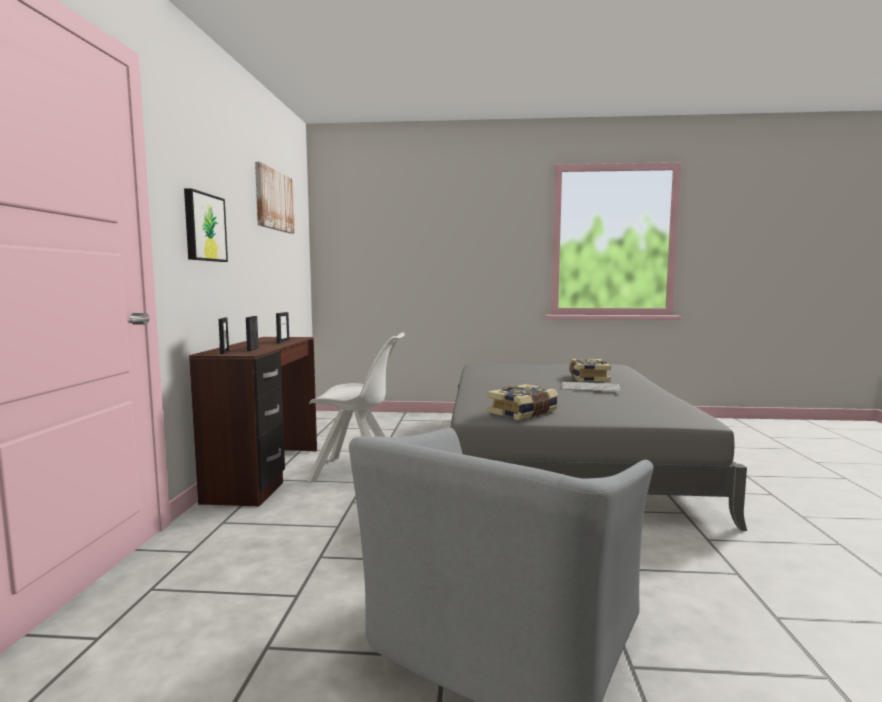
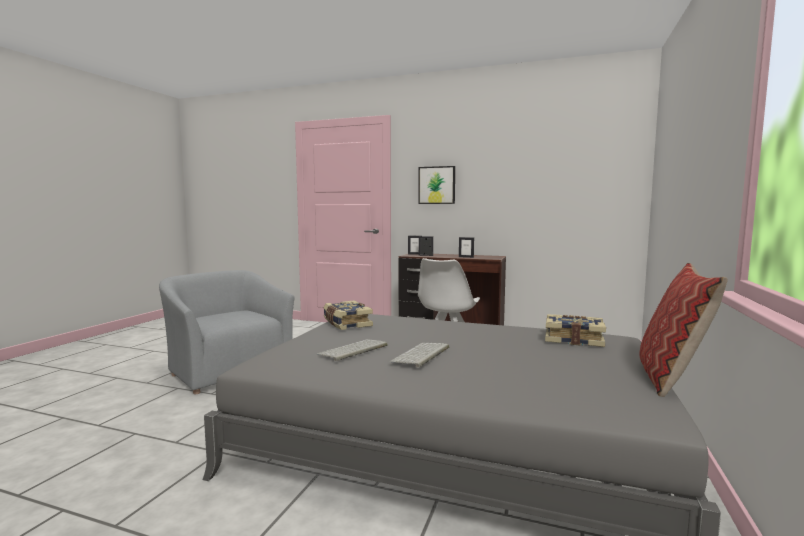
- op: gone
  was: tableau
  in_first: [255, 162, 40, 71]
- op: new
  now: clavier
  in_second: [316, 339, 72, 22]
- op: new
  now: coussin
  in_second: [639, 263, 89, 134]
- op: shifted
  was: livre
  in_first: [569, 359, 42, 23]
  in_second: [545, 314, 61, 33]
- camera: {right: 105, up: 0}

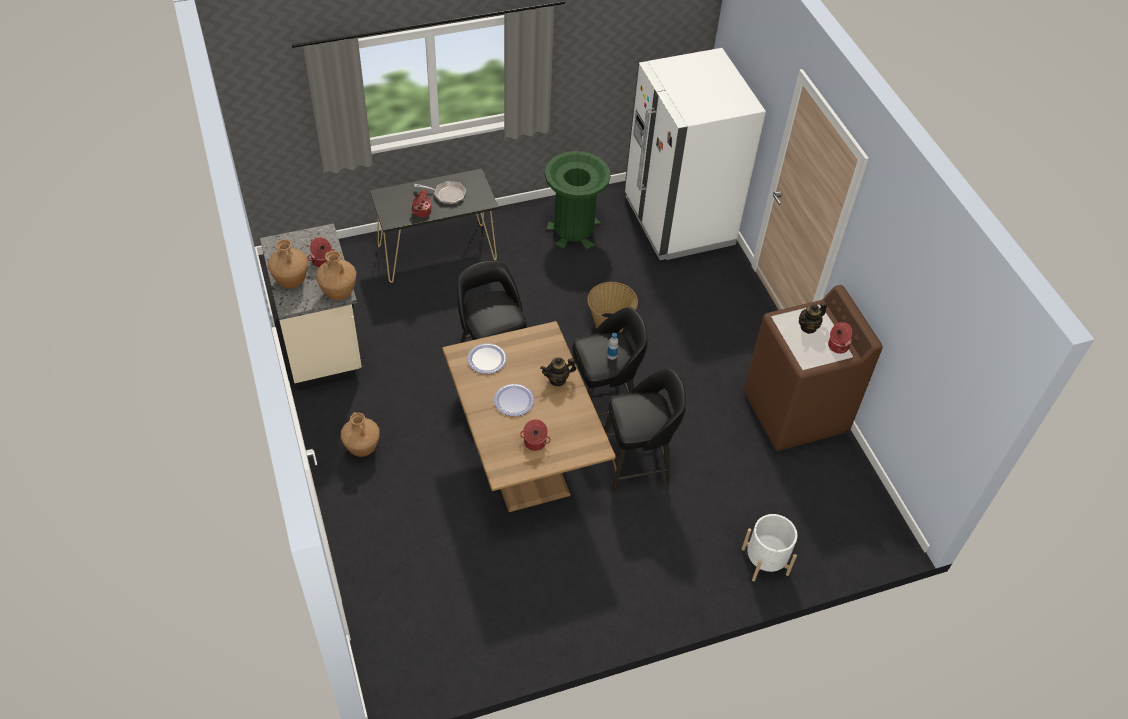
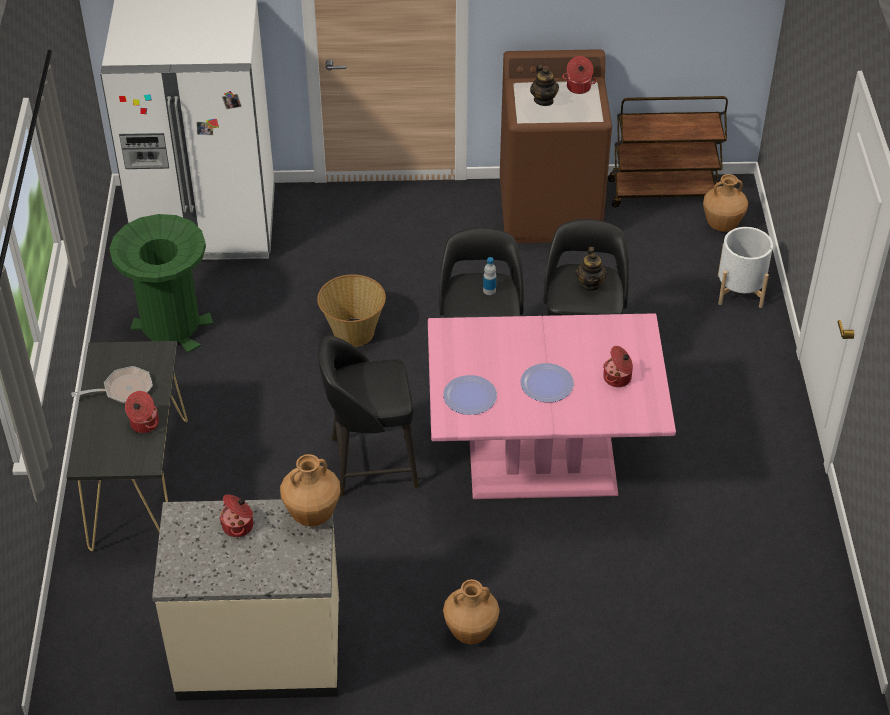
- op: new
  now: chariot/marron
  in_second: [608, 96, 120, 111]
- op: shifted
  was: vase/marron
  in_first: [268, 239, 40, 49]
  in_second: [703, 174, 45, 58]
- op: shifted
  was: théière
  in_first: [540, 357, 36, 29]
  in_second: [575, 247, 32, 45]
- op: repainted
  was: table à manger/marron
  now: table à manger/rose
  in_first: [442, 321, 174, 191]
  in_second: [428, 313, 248, 186]
- op: rotated
  was: poêle
  in_first: [414, 181, 52, 23]
  in_second: [71, 366, 82, 38]
  clockwise: 45
- camera: {right: -70, up: -5}

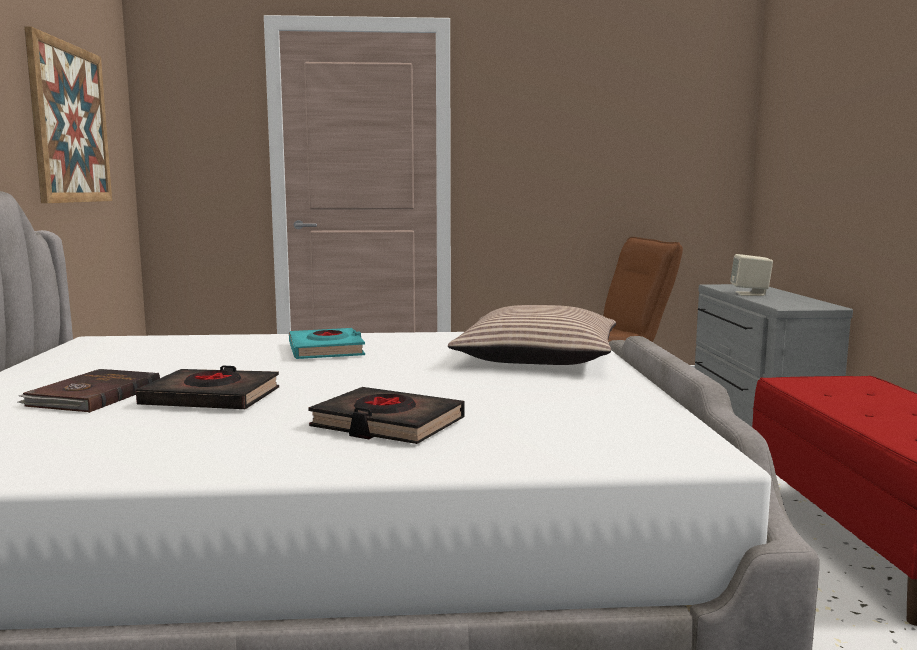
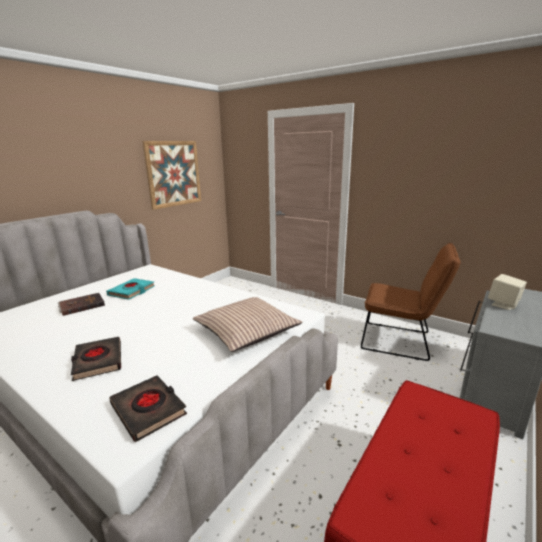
- op: shifted
  was: livre/noir
  in_first: [136, 366, 143, 43]
  in_second: [109, 376, 78, 66]
- op: shifted
  was: livre/turquoise
  in_first: [289, 328, 76, 31]
  in_second: [106, 278, 48, 22]
- camera: {right: 40, up: 10}

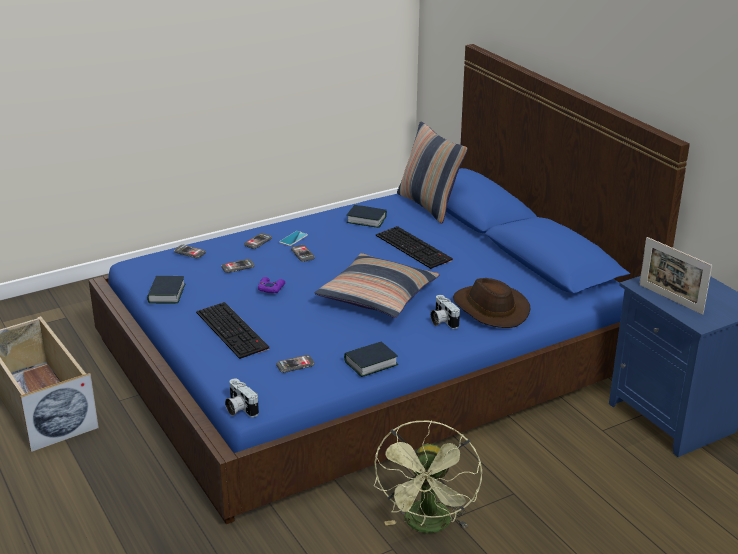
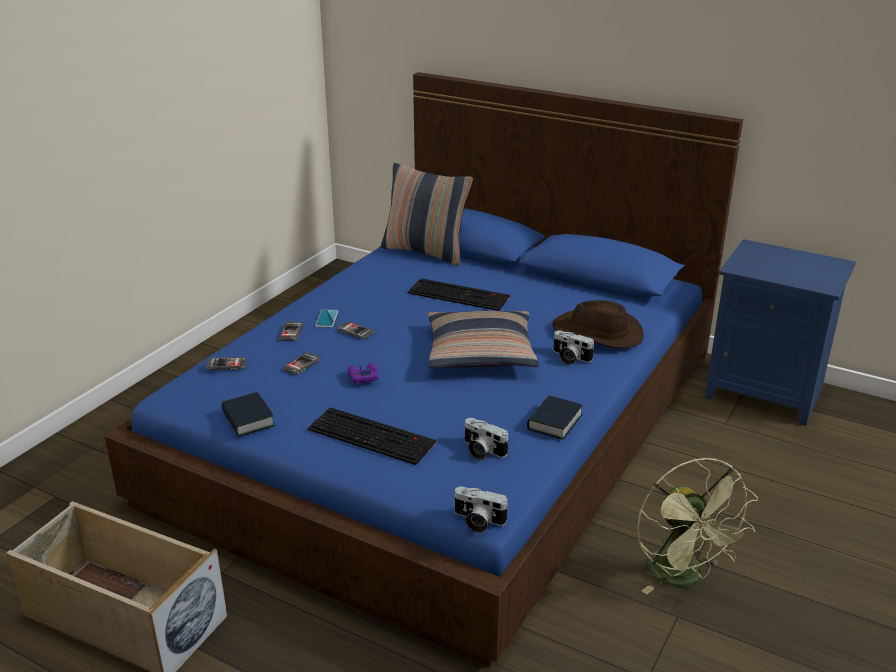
- op: gone
  was: livre
  in_first: [346, 205, 41, 23]
- op: gone
  was: cadre photo
  in_first: [639, 237, 73, 78]
- op: swapped
  was: téléphone
  now: appareil photo
  in_first: [276, 355, 39, 18]
  in_second: [465, 418, 44, 42]
- camera: {right: -30, up: 0}

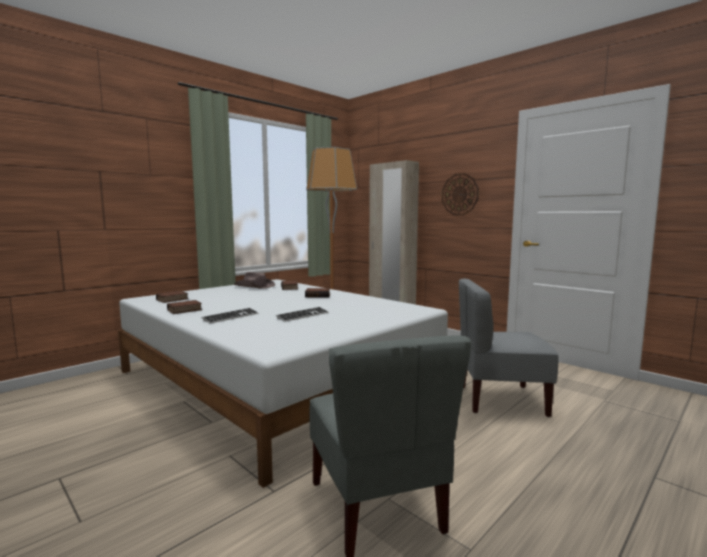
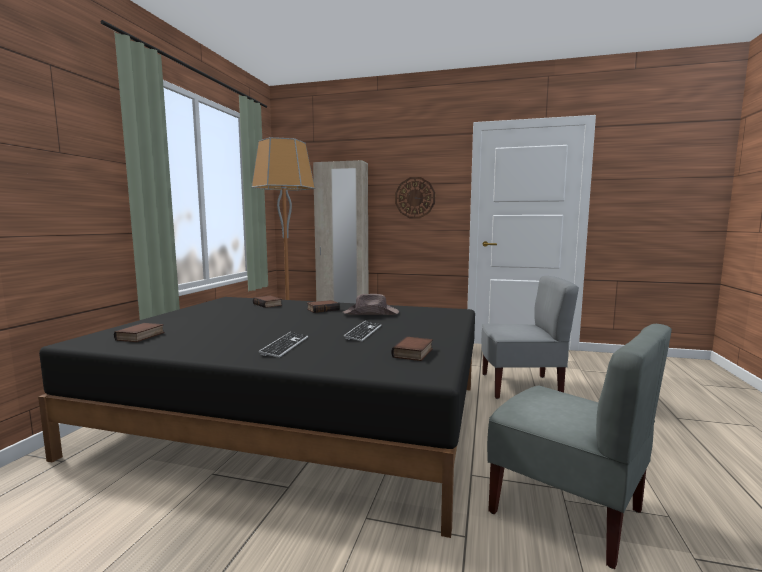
- op: shifted
  was: livre
  in_first: [167, 300, 35, 14]
  in_second: [391, 337, 42, 24]
- op: shifted
  was: chapeau/marron
  in_first: [233, 272, 42, 17]
  in_second: [343, 294, 56, 21]
- op: repainted
  was: lit/blanc
  now: lit/noir
  in_first: [118, 279, 330, 209]
  in_second: [38, 297, 437, 241]
- op: rotated
  was: chaise/gris
  in_first: [459, 279, 100, 138]
  in_second: [481, 276, 98, 123]
  clockwise: -150
- camera: {right: -30, up: 0}

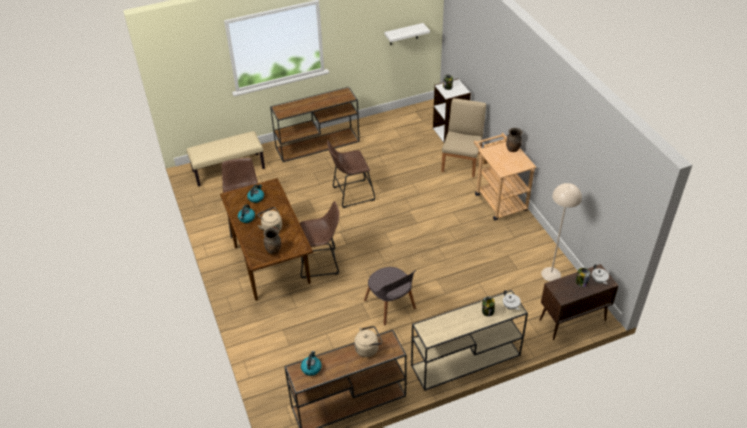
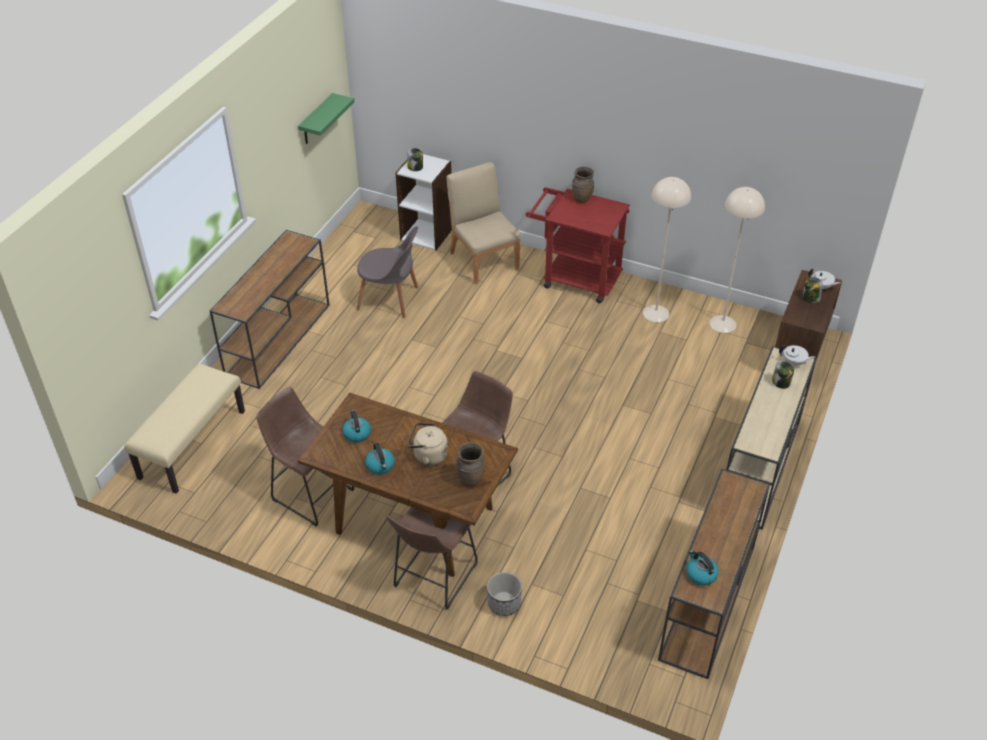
- op: gone
  was: bouilloire/beige
  in_first: [354, 326, 28, 31]
- op: new
  now: cache-pot
  in_second: [487, 572, 35, 44]
- op: new
  now: lampadaire/beige
  in_second: [643, 177, 48, 145]
- op: shifted
  was: tabouret/marron
  in_first: [327, 140, 48, 68]
  in_second: [387, 507, 91, 103]
- op: shifted
  was: chaise/gris
  in_first: [364, 267, 52, 58]
  in_second: [356, 226, 62, 92]
- op: repainted
  was: étagère/blanc
  now: étagère/vert
  in_first: [384, 23, 46, 22]
  in_second: [298, 93, 56, 51]
- op: repainted
  was: chariot/beige
  now: chariot/rouge
  in_first: [474, 133, 63, 87]
  in_second: [526, 187, 104, 116]
- camera: {right: -45, up: 0}

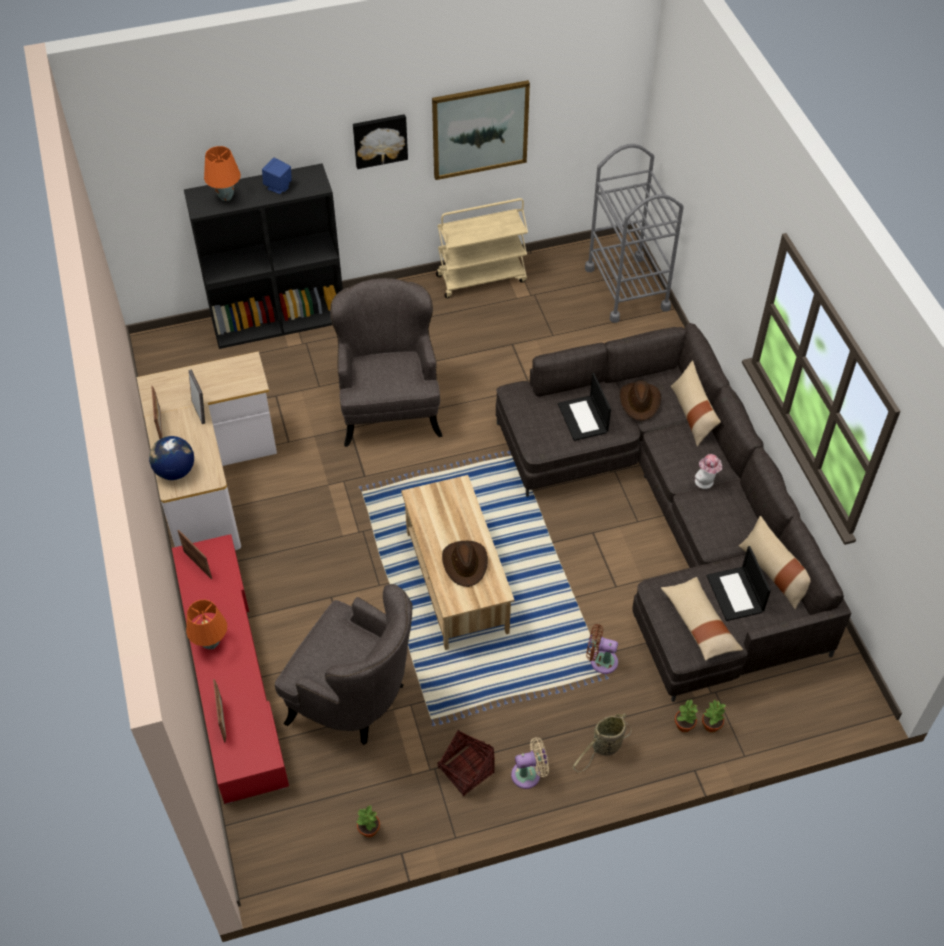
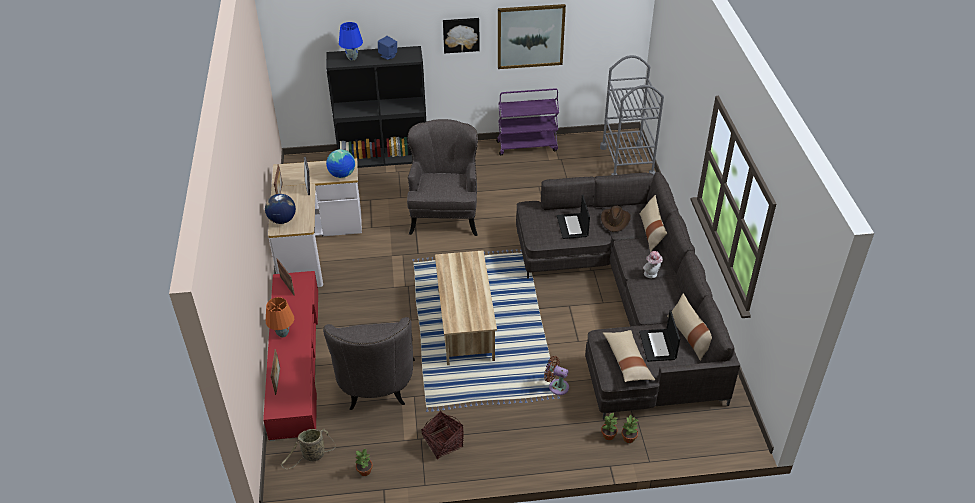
- op: gone
  was: chapeau/marron
  in_first: [442, 541, 46, 46]
- op: gone
  was: ventilateur/beige
  in_first: [511, 737, 38, 52]
- op: new
  now: globe
  in_second: [326, 149, 29, 29]
- op: shifted
  was: panier
  in_first: [572, 713, 60, 59]
  in_second: [281, 429, 55, 40]
- op: repainted
  was: lampe de table/orange
  now: lampe de table/bleu
  in_first: [204, 146, 37, 55]
  in_second: [339, 22, 24, 39]
- op: repainted
  was: chariot/beige
  now: chariot/violet
  in_first: [436, 198, 92, 100]
  in_second: [496, 88, 63, 67]
- op: rotated
  was: fauteuil/gris
  in_first: [275, 584, 137, 161]
  in_second: [323, 317, 92, 93]
  clockwise: 45
- camera: {right: 10, up: -10}

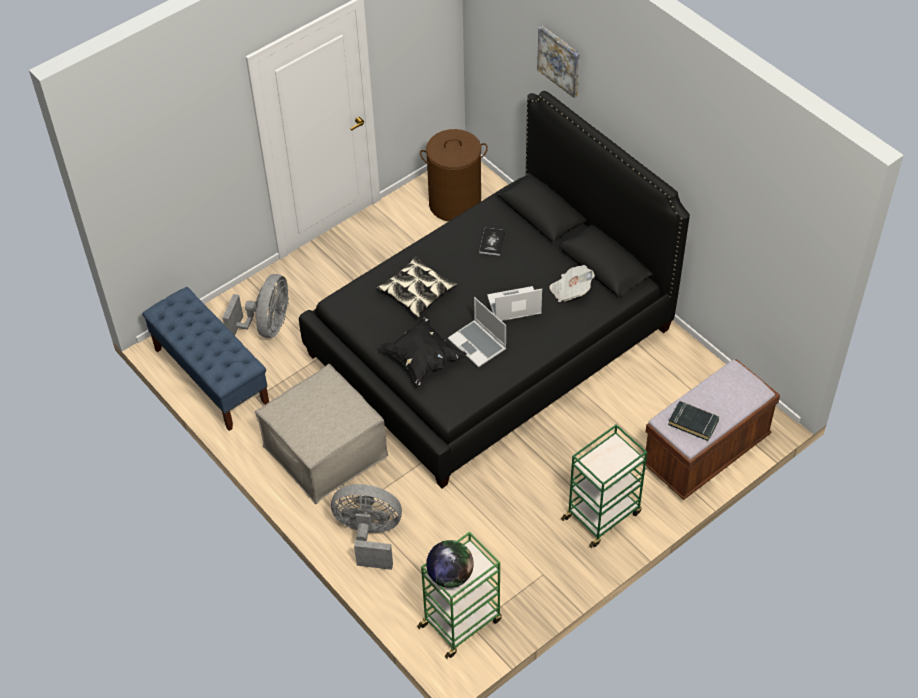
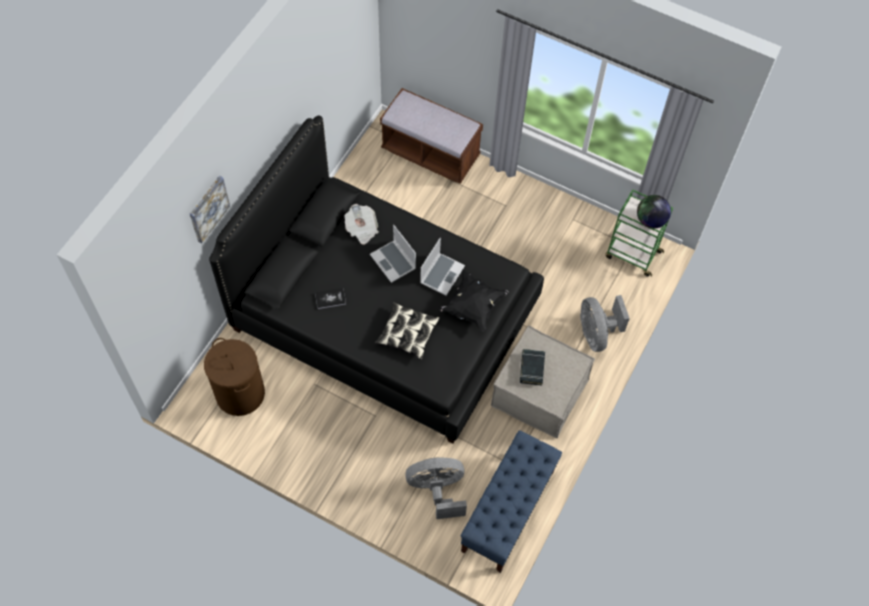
- op: gone
  was: chariot/vert
  in_first: [561, 424, 86, 124]
- op: shifted
  was: livre/noir
  in_first: [668, 401, 51, 40]
  in_second: [520, 349, 25, 37]
- camera: {right: -115, up: 10}

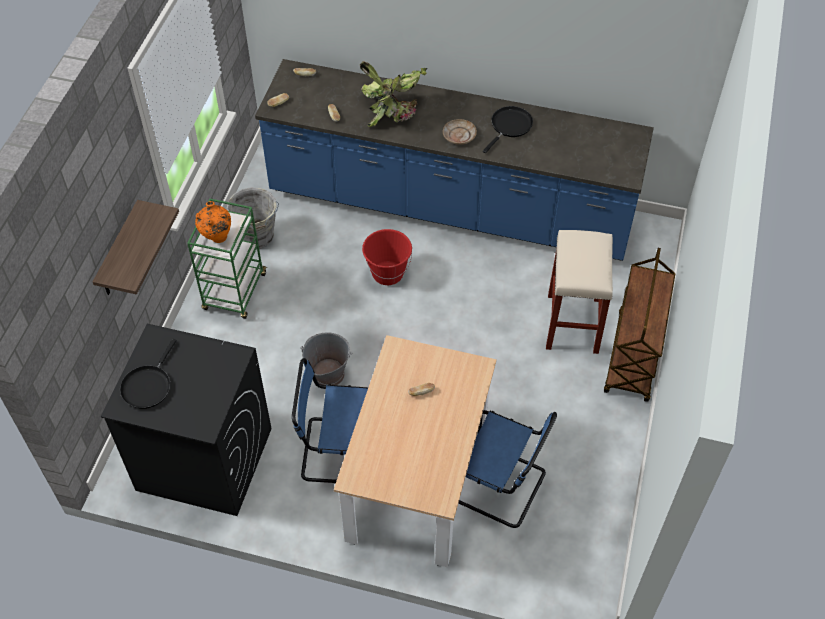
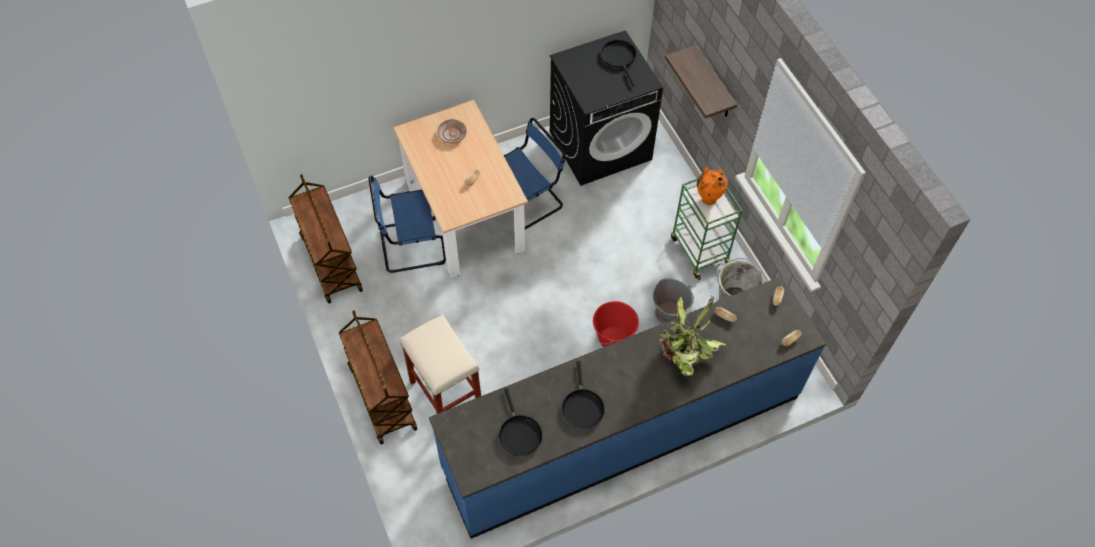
- op: new
  now: chariot/marron
  in_second: [289, 174, 74, 130]
- op: new
  now: poêle/noir
  in_second: [499, 388, 44, 68]
- op: shifted
  was: seau/gris
  in_first: [300, 333, 52, 52]
  in_second: [653, 278, 41, 46]
- op: shifted
  was: assiette/beige
  in_first: [443, 119, 34, 26]
  in_second: [437, 119, 30, 25]
- camera: {right: 140, up: 5}

